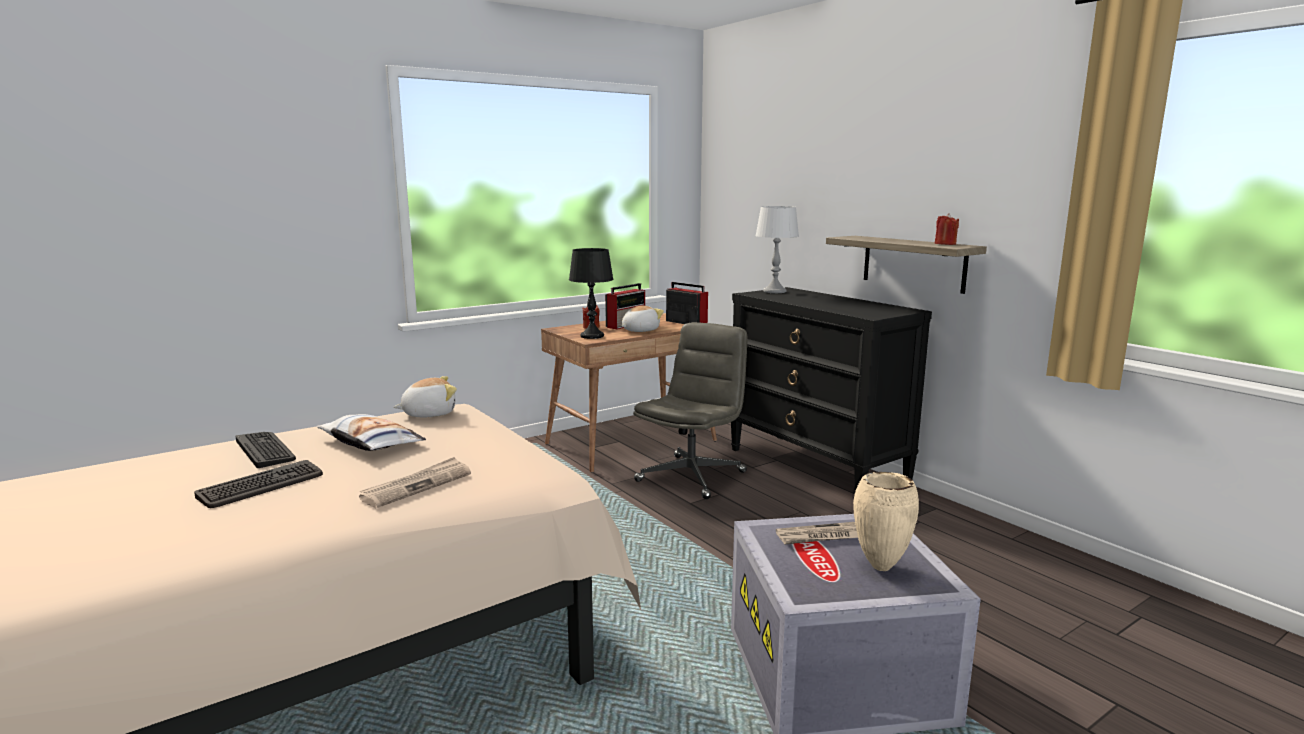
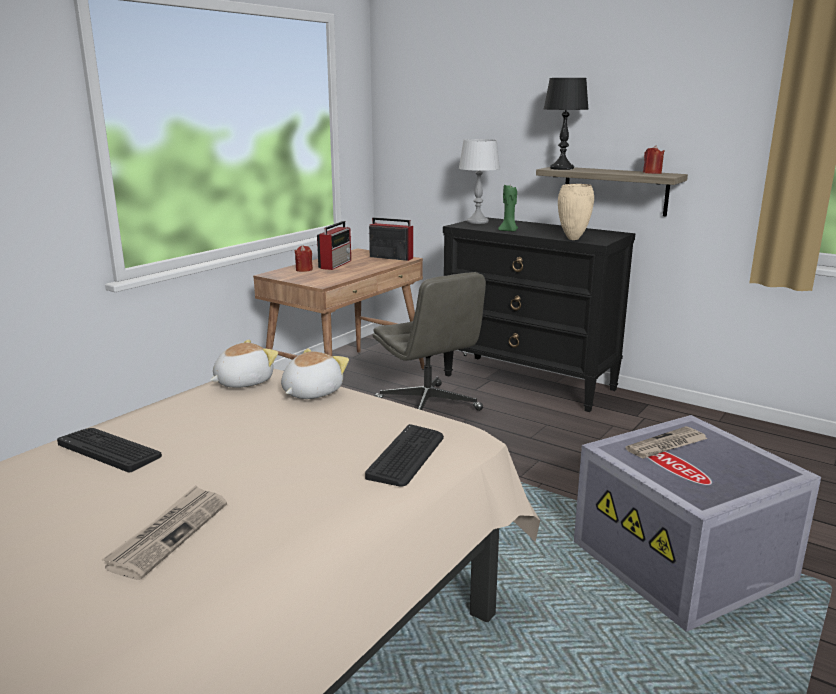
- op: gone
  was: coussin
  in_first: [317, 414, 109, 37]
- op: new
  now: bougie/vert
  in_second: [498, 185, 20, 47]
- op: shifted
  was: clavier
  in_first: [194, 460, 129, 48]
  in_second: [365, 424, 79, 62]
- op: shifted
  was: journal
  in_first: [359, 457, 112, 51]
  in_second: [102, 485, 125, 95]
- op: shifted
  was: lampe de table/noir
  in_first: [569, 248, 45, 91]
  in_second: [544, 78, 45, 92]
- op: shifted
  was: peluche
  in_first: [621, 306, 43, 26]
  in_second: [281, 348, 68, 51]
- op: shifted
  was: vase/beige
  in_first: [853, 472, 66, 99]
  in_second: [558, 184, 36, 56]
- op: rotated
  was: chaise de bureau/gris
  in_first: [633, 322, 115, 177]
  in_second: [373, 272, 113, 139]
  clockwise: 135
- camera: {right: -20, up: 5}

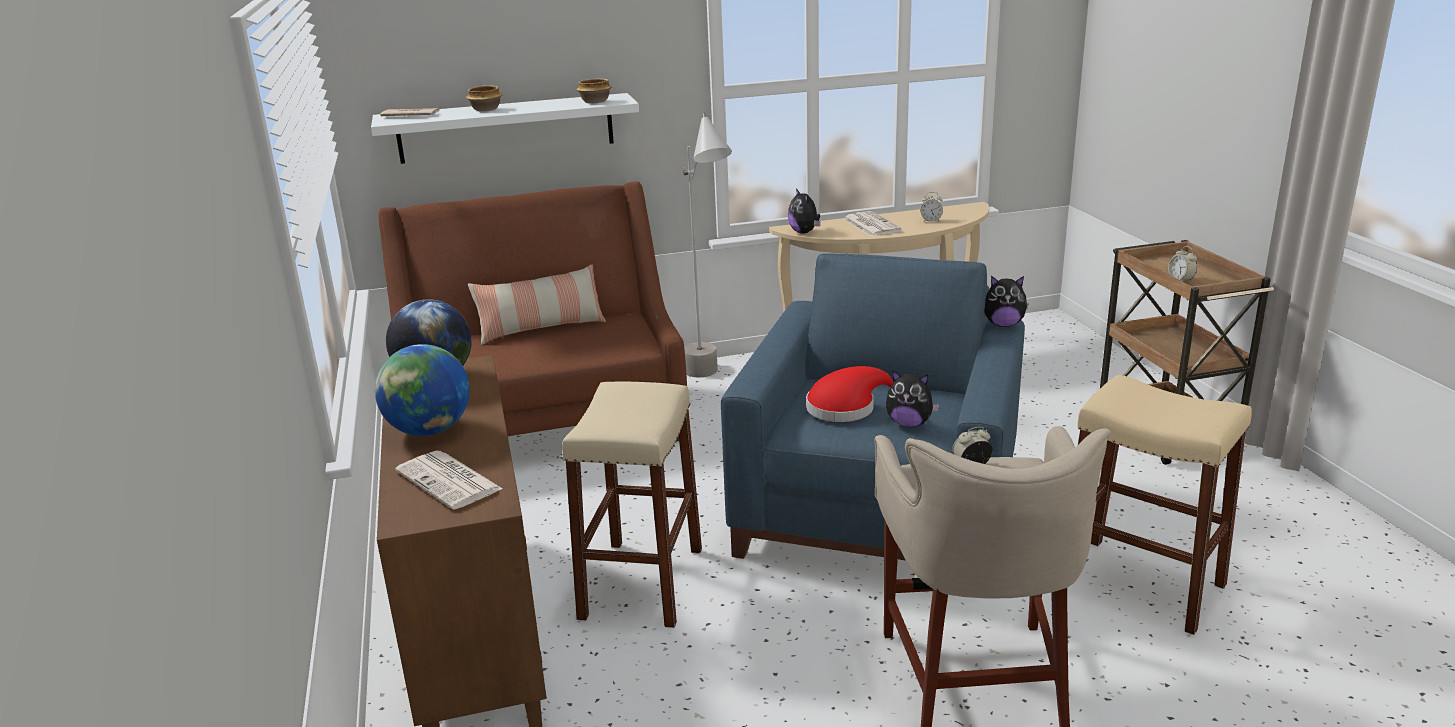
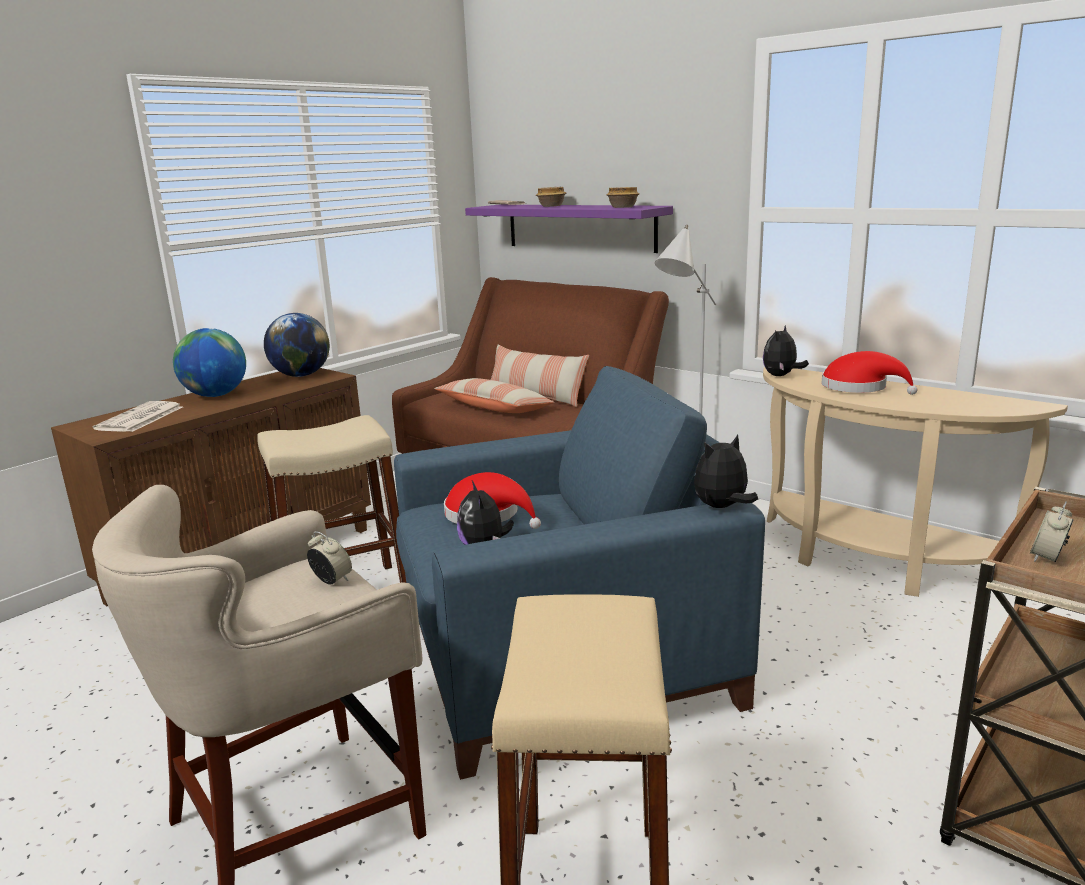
- op: gone
  was: réveil
  in_first: [920, 192, 23, 30]
- op: new
  now: coussin
  in_second: [434, 378, 121, 35]
- op: swapped
  was: journal
  now: chapeau/rouge
  in_first: [843, 211, 59, 25]
  in_second: [821, 351, 96, 44]
- op: repainted
  was: étagère/blanc
  now: étagère/violet
  in_first: [371, 93, 268, 71]
  in_second: [465, 205, 208, 48]
- op: rotated
  was: peluche
  in_first: [984, 276, 45, 51]
  in_second: [694, 435, 64, 73]
  clockwise: 90
- camera: {right: 55, up: -5}

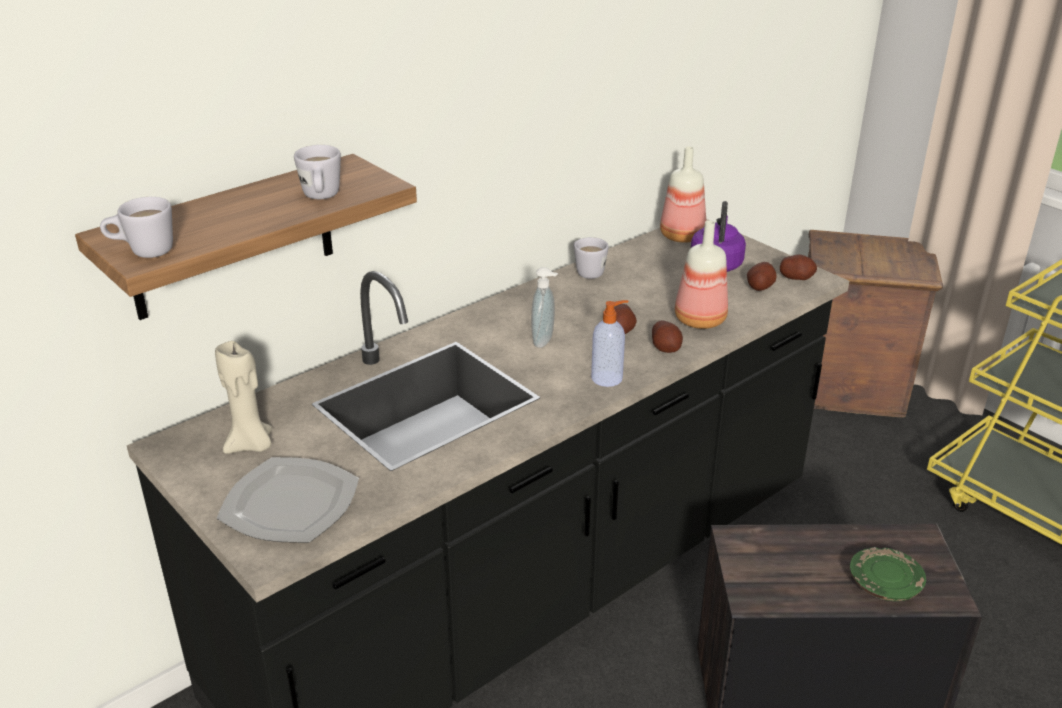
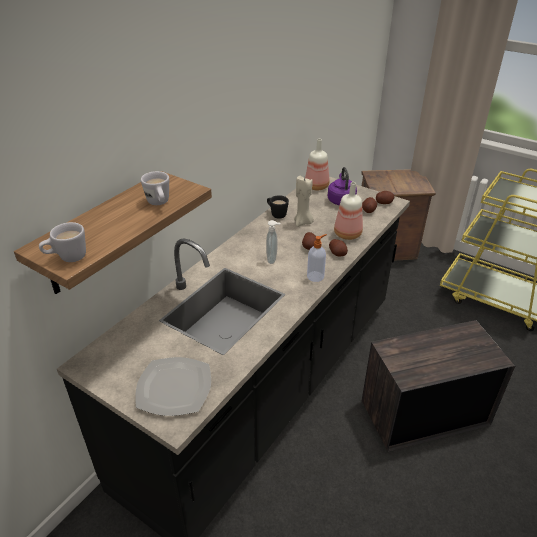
- op: gone
  was: assiette/vert
  in_first: [850, 547, 76, 54]
- op: shifted
  was: bougie/beige
  in_first: [215, 341, 57, 113]
  in_second: [294, 176, 20, 51]
- op: repainted
  was: mug/blanc
  now: mug/noir
  in_first: [574, 237, 34, 42]
  in_second: [267, 195, 22, 23]
- camera: {right: -15, up: 5}

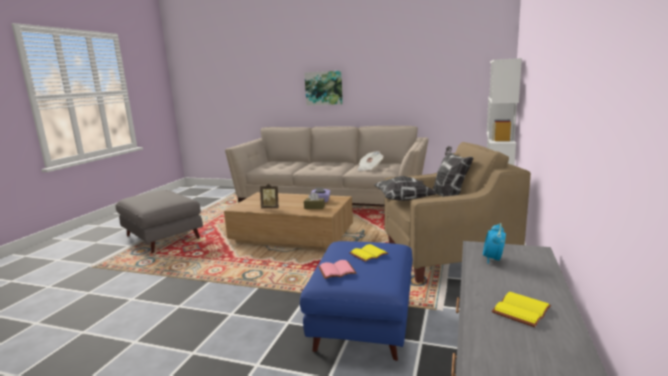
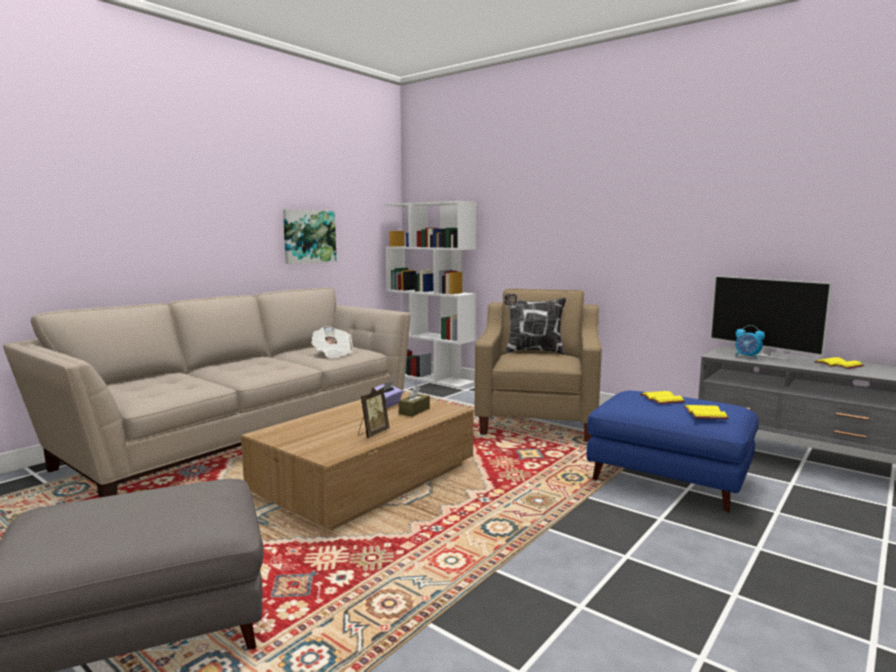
- op: gone
  was: coussin
  in_first: [374, 176, 62, 25]
- op: new
  now: téléviseur
  in_second: [710, 276, 122, 85]
- op: shifted
  was: tableau
  in_first: [304, 71, 39, 35]
  in_second: [283, 209, 54, 55]
- op: repainted
  was: livre/rose
  now: livre/jaune
  in_first: [318, 260, 38, 19]
  in_second: [684, 405, 45, 14]
- camera: {right: -70, up: -5}

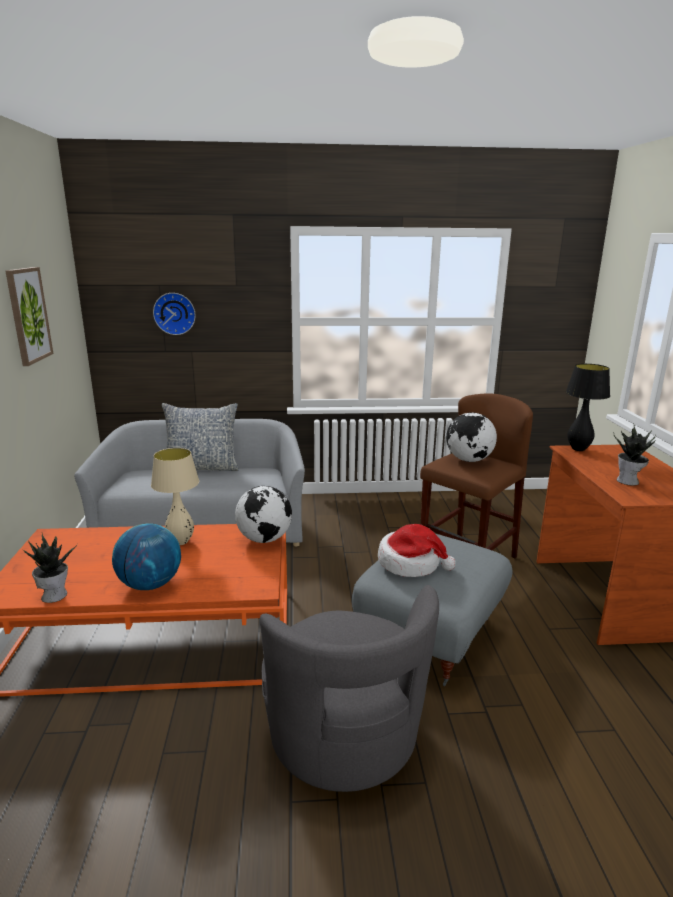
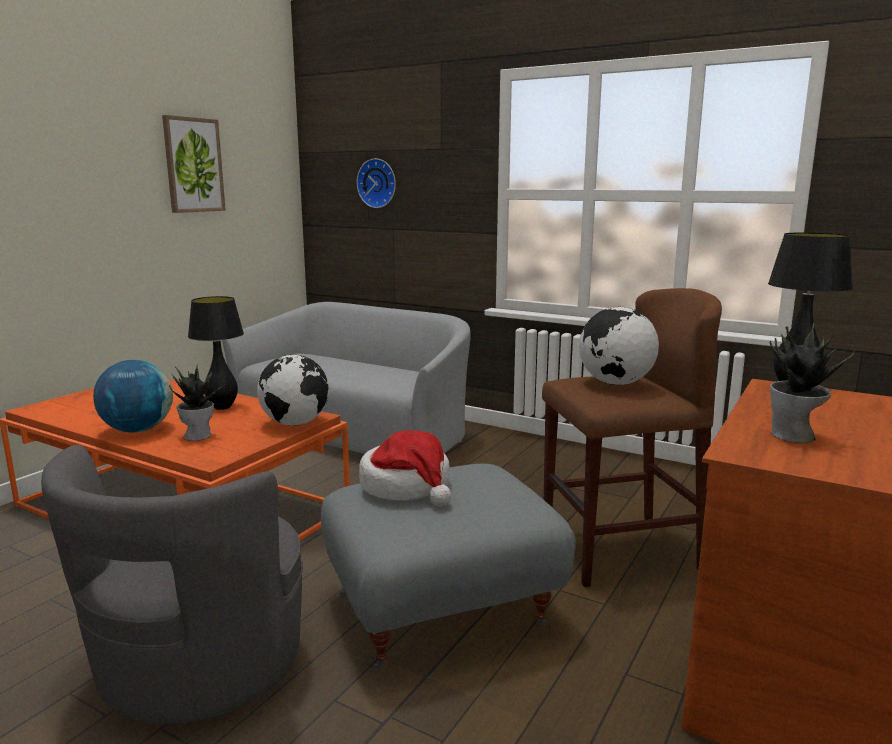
- op: gone
  was: coussin
  in_first: [162, 403, 76, 68]
- op: shifted
  was: plante en pot
  in_first: [23, 533, 55, 70]
  in_second: [169, 364, 55, 77]
- op: repainted
  was: lampe de table/beige
  now: lampe de table/noir
  in_first: [151, 448, 48, 97]
  in_second: [188, 296, 56, 114]
- camera: {right: 35, up: -5}

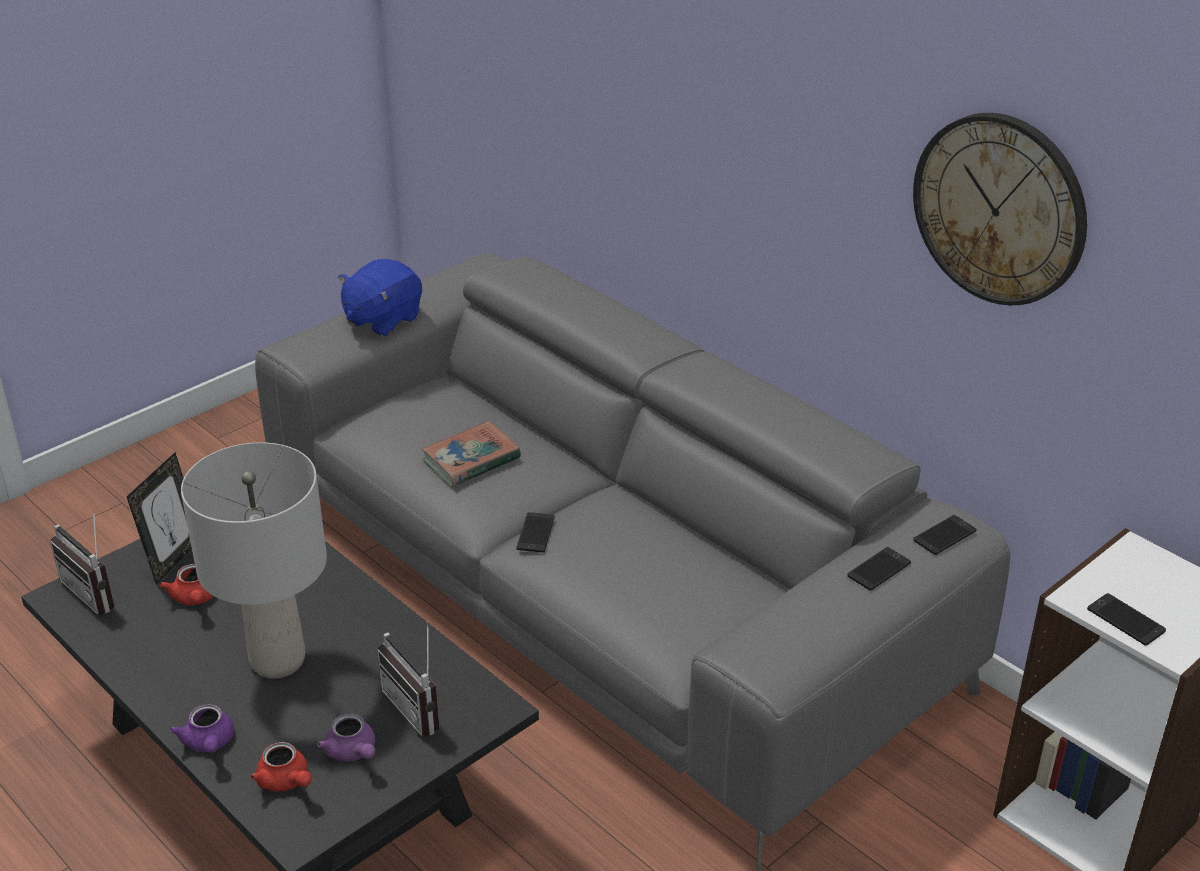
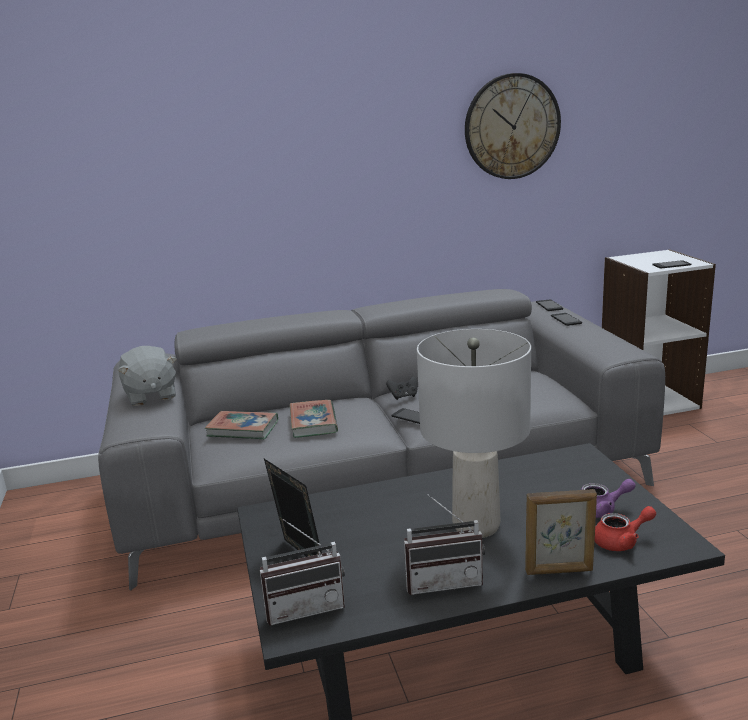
- op: gone
  was: théière/rouge
  in_first: [159, 564, 54, 41]
- op: new
  now: livre
  in_second: [205, 411, 73, 28]
- op: new
  now: manette/noir
  in_second: [386, 376, 32, 24]
- op: shifted
  was: radio
  in_first: [377, 621, 63, 116]
  in_second: [404, 494, 81, 101]
- op: swapped
  was: théière/violet
  now: cadre photo
  in_first: [170, 704, 64, 49]
  in_second: [525, 489, 72, 86]
- op: repainted
  was: peluche/bleu
  now: peluche/gris
  in_first: [338, 259, 84, 77]
  in_second: [118, 346, 59, 60]
- camera: {right: -60, up: -15}

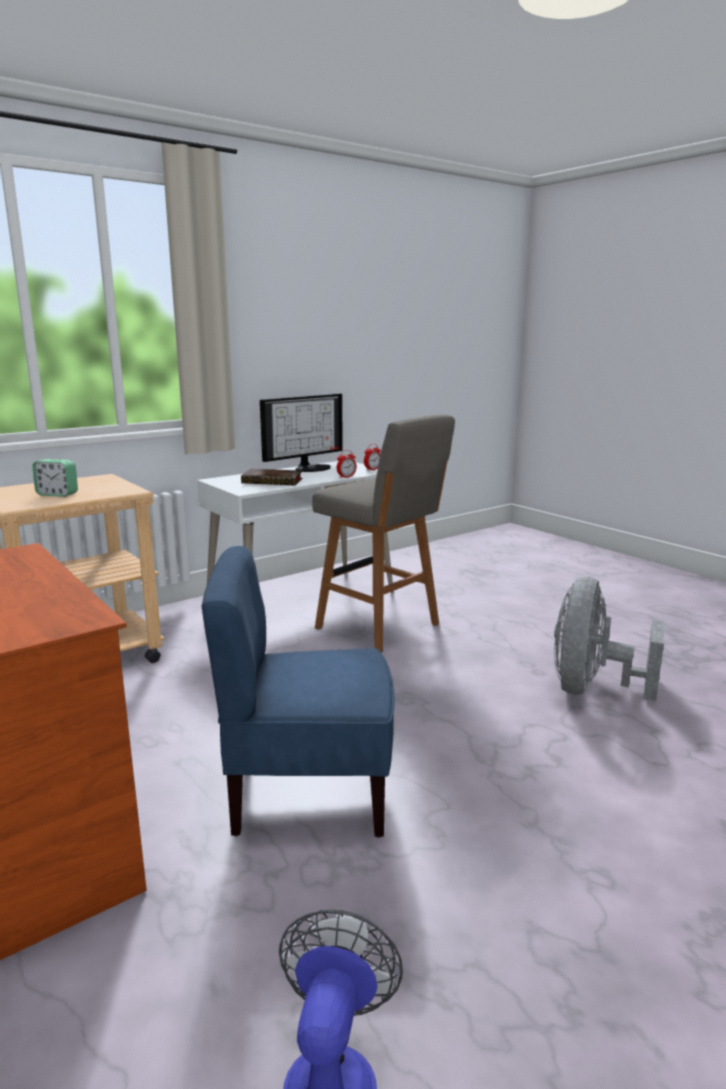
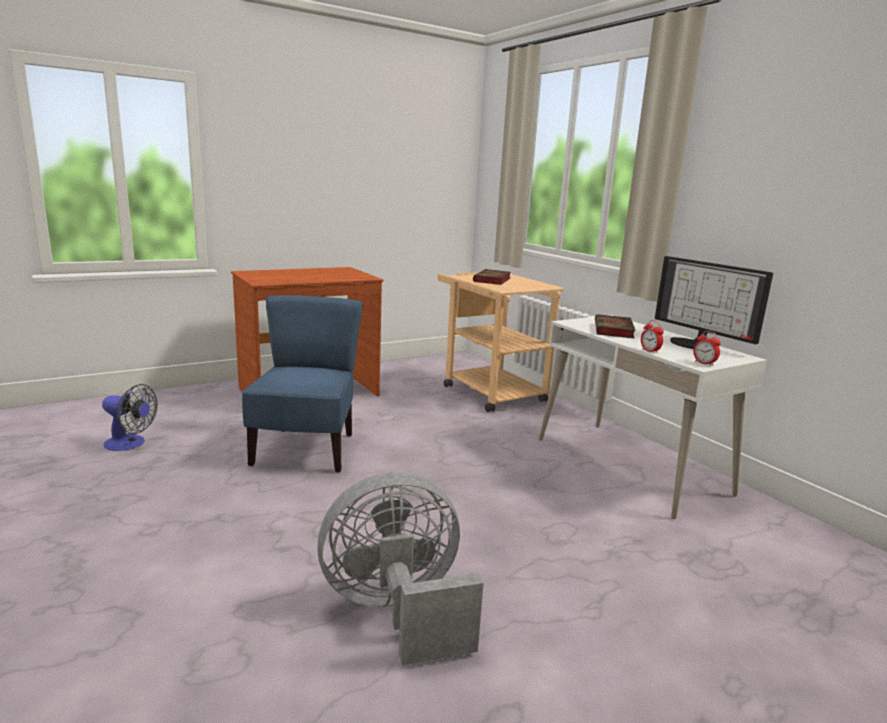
- op: gone
  was: tabouret/gris
  in_first: [312, 414, 143, 239]
- op: swapped
  was: réveil
  now: livre
  in_first: [32, 459, 46, 38]
  in_second: [473, 269, 38, 16]
- op: rotated
  was: ventilateur/gris
  in_first: [554, 577, 111, 124]
  in_second: [317, 472, 166, 194]
  clockwise: -45
- camera: {right: 95, up: 0}

